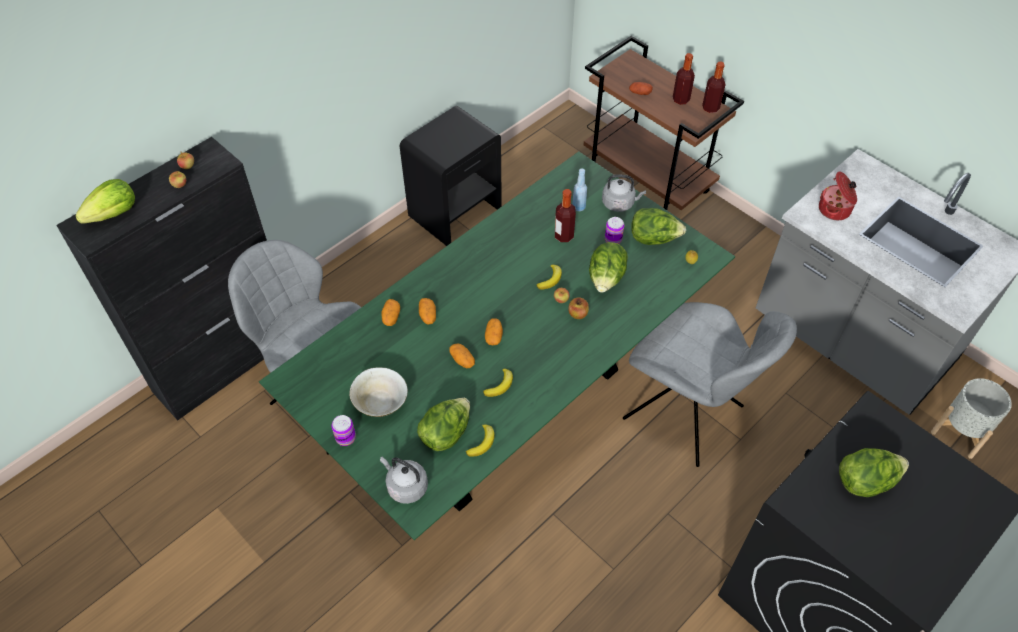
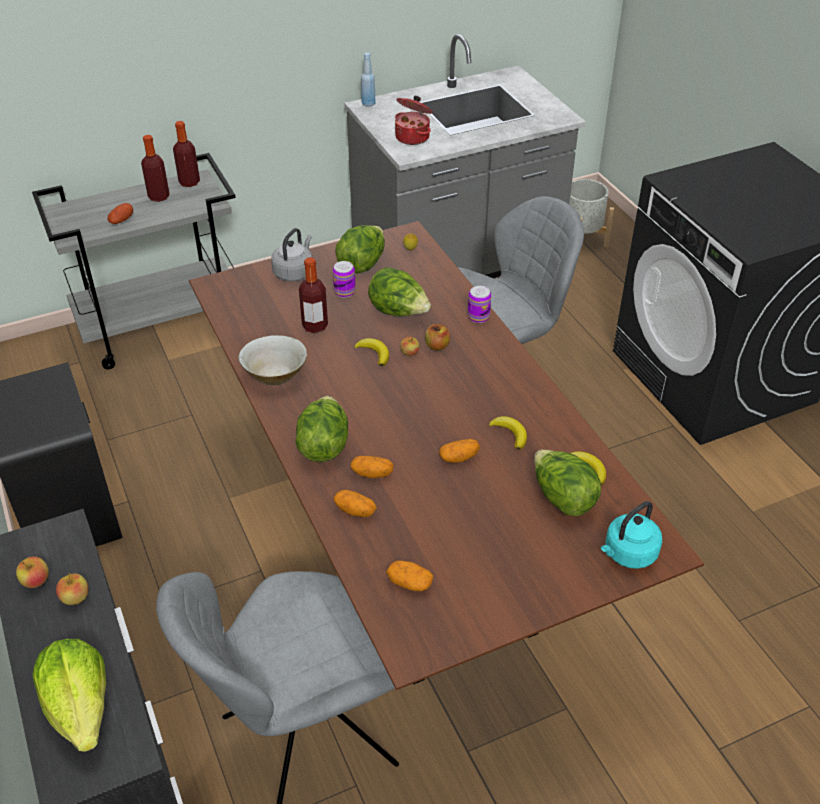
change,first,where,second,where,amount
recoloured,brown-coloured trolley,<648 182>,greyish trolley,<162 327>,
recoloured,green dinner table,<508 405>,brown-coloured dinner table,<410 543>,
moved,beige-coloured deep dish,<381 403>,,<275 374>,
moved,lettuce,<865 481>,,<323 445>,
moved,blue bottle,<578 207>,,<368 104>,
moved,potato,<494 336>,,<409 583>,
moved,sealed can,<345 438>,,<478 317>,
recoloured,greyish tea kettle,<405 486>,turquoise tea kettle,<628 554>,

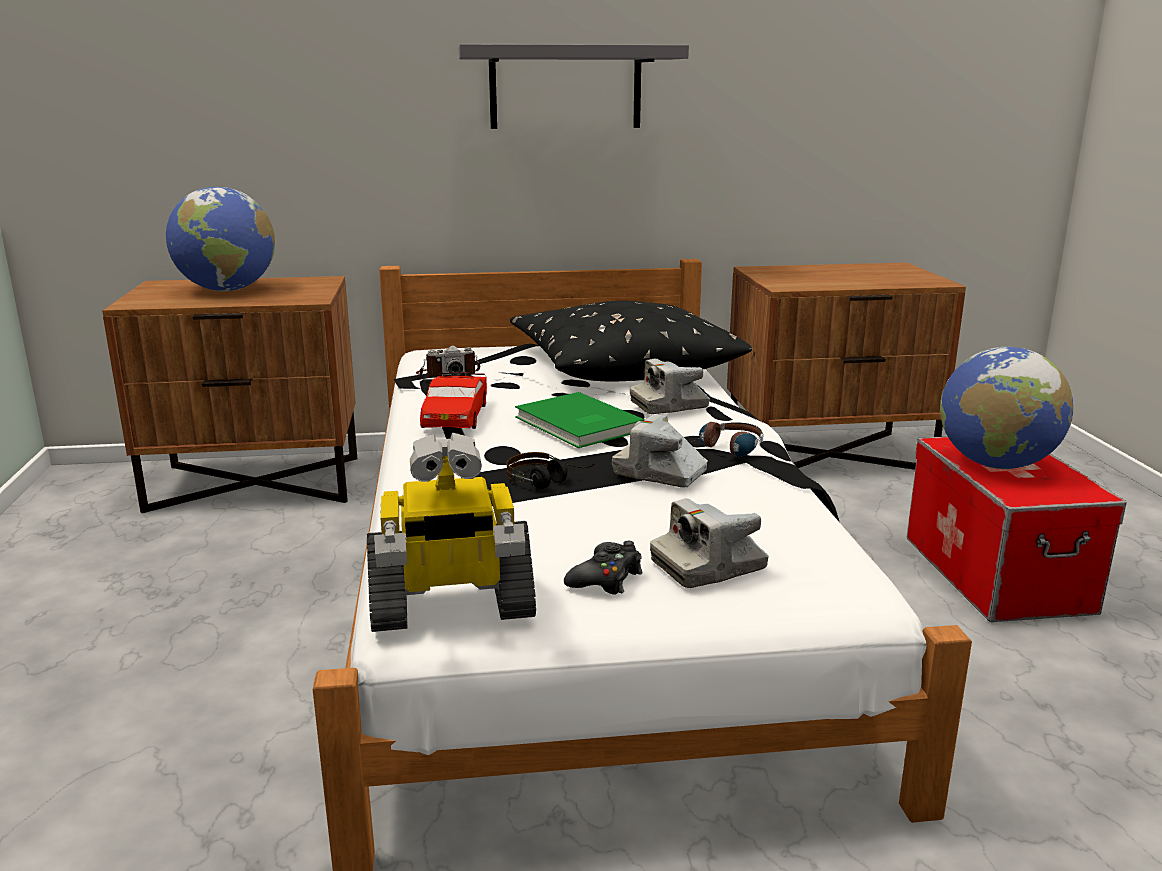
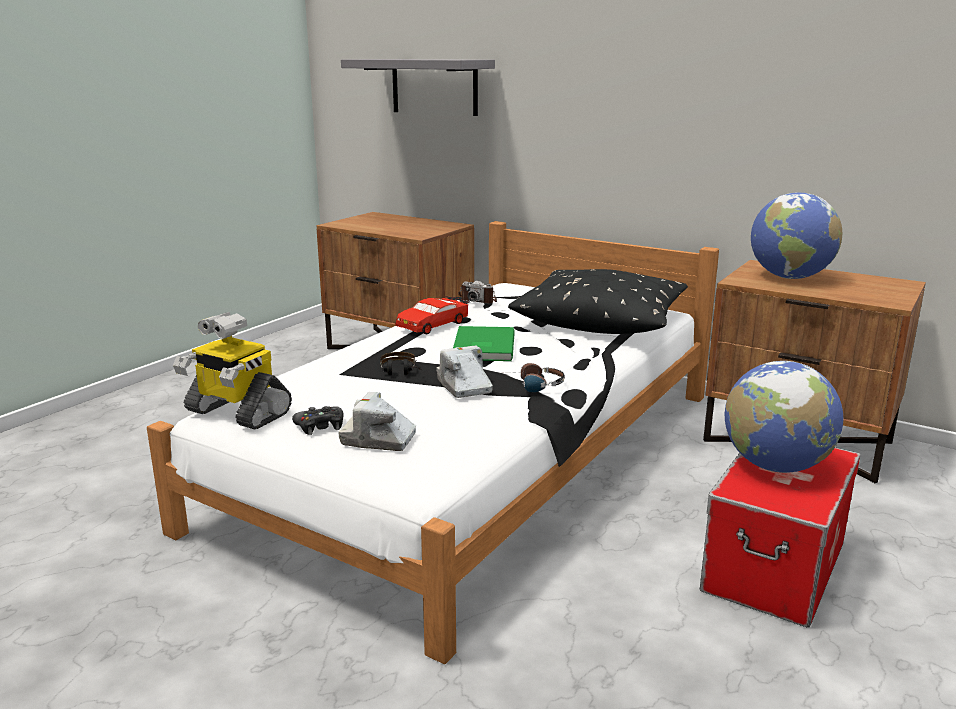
change,first,where,second,where,amount
moved,greyish wall shelf,<565 87>,,<434 86>,
moved,desk globe,<227 290>,,<789 277>,
removed,still camera,<669 405>,,,

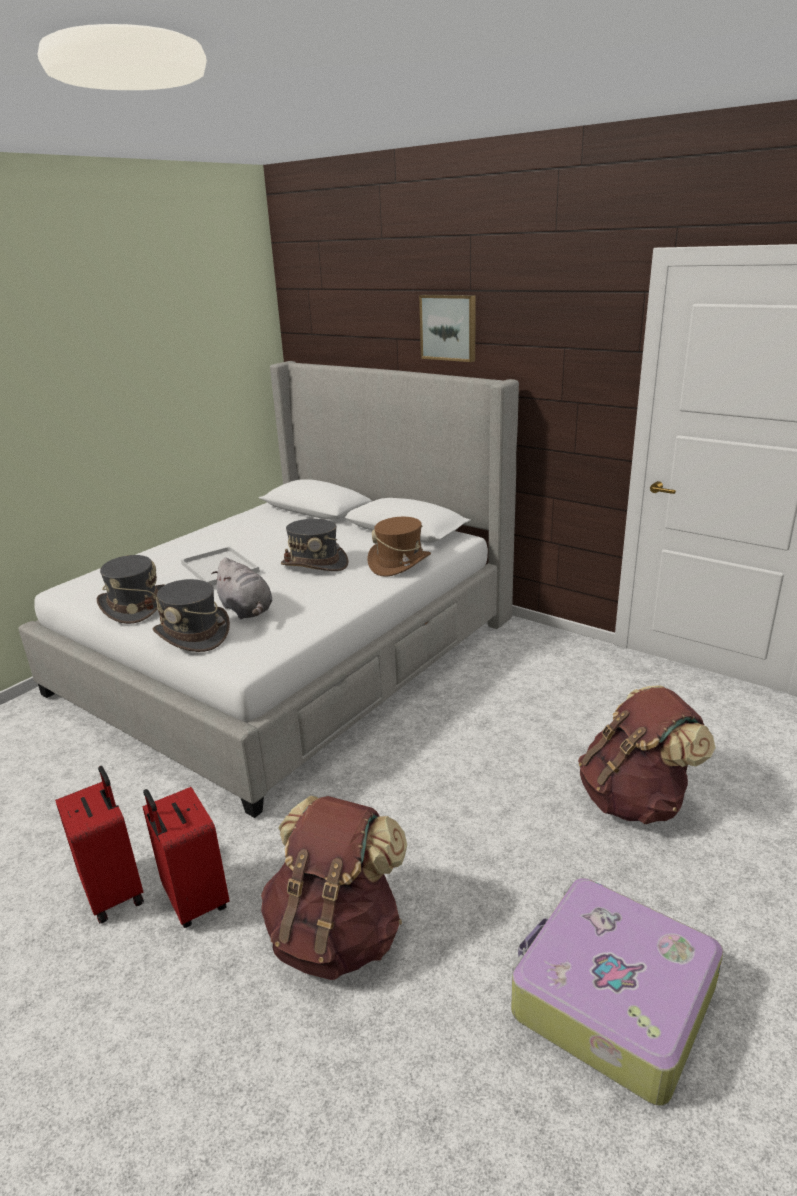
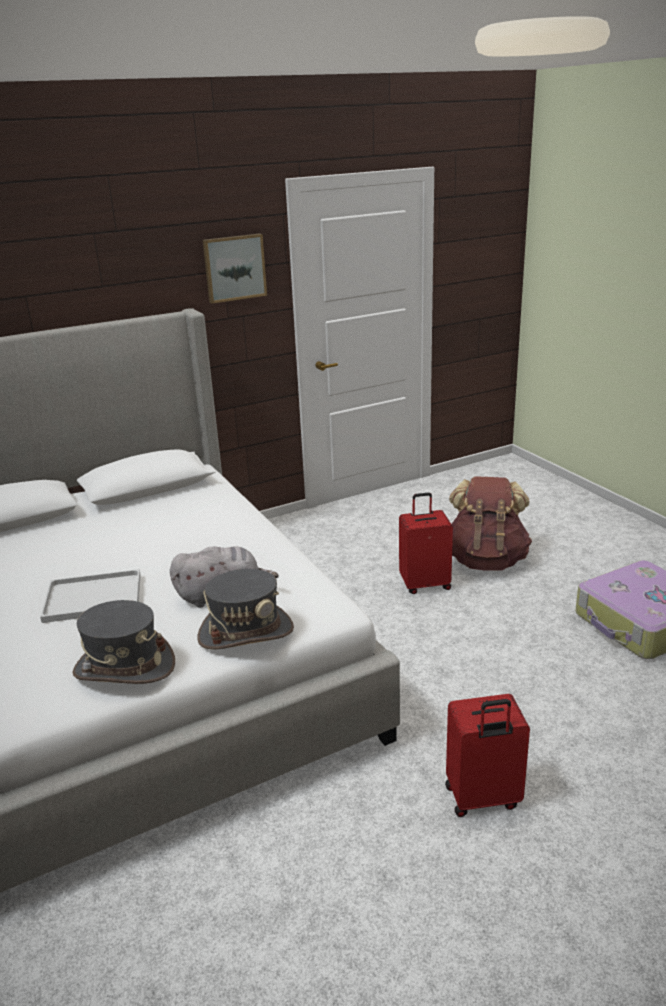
change,first,where,second,where,amount
moved,wall picture,<449 327>,,<234 267>,
moved,red travel case,<115 892>,,<425 584>,
removed,brown-coloured knapsack,<336 935>,,,
removed,greyish hat,<315 564>,,,
removed,brown-coloured hat,<399 563>,,,

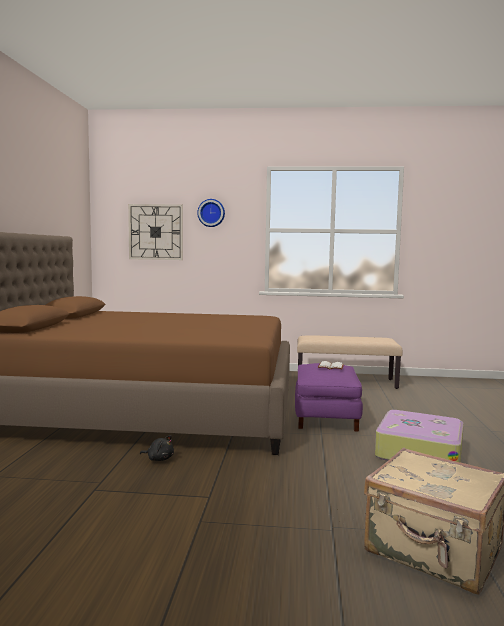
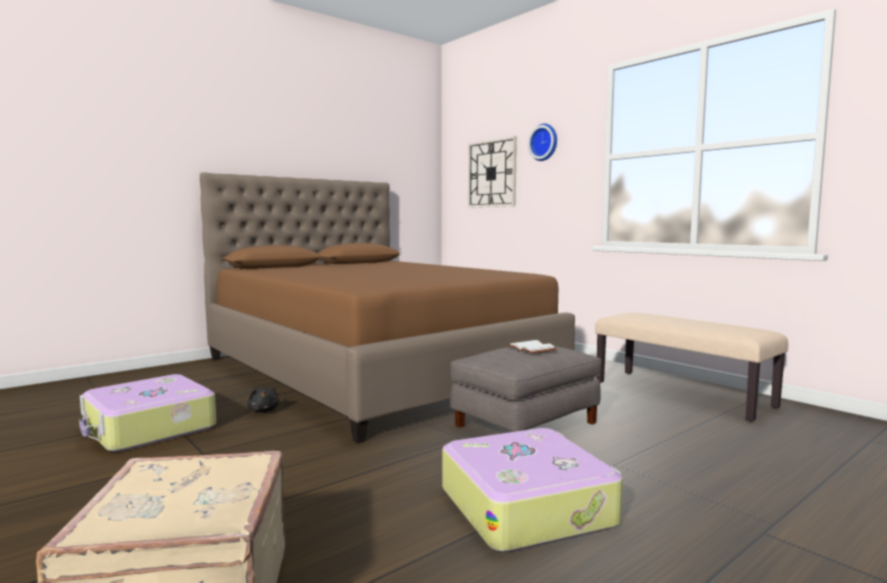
change,first,where,second,where,amount
added,,,travel case,<149 428>,
recoloured,purplish pouffe,<325 416>,greyish pouffe,<525 424>,

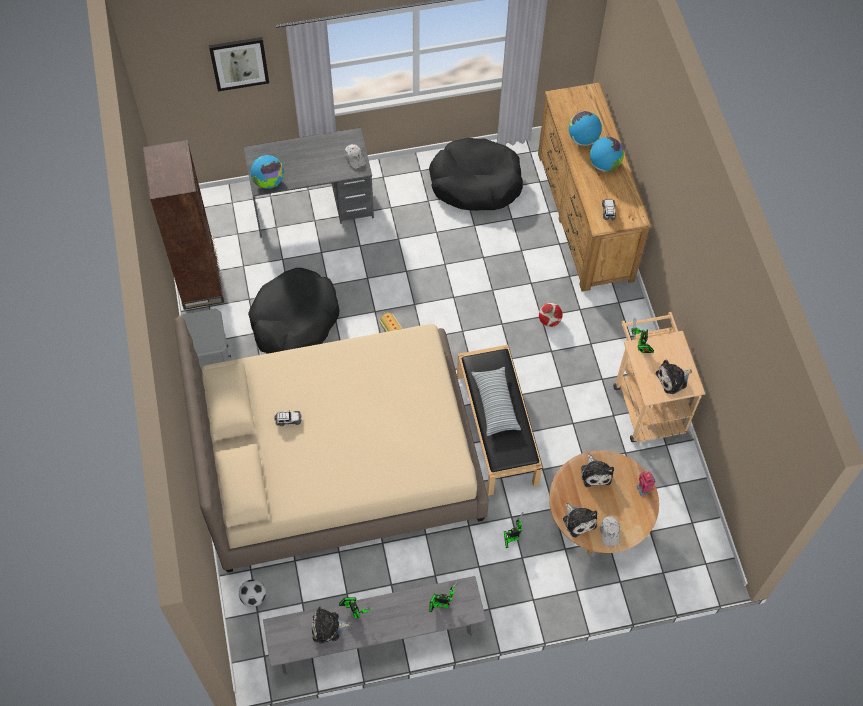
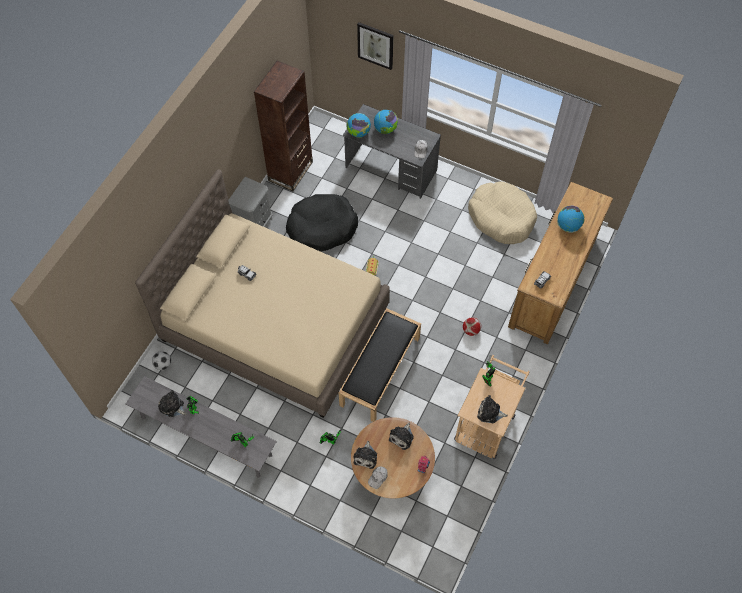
change,first,where,second,where,amount
moved,desk globe,<604 164>,,<385 129>,
recoloured,black-coloured dog cushion,<475 182>,beige-coloured dog cushion,<501 218>,
removed,throw pillow,<495 404>,,,

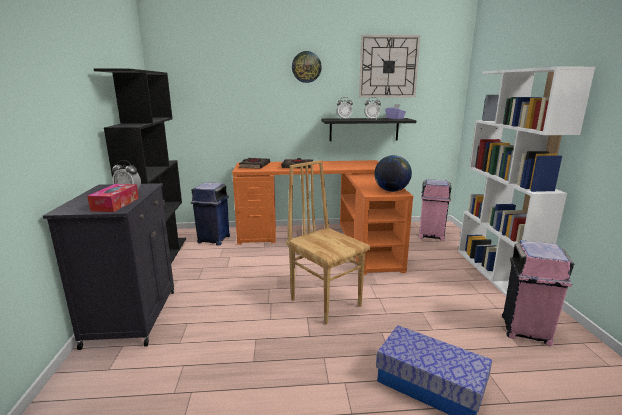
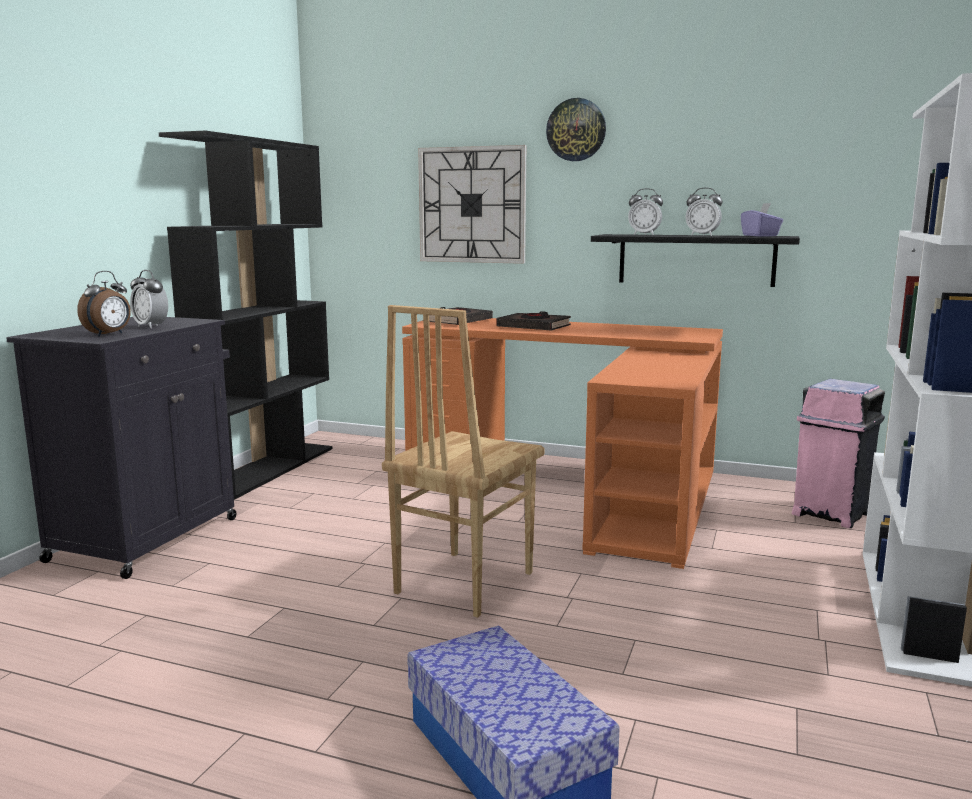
change,first,where,second,where,amount
replaced,box of tissues,<115 204>,table clock,<109 334>,
turned,brown-coloured chair,<326 302>,,<462 582>,135 degrees counterclockwise
moved,hanging clock,<388 67>,,<472 205>,
removed,blue trash can,<213 239>,,,
removed,desk globe,<391 190>,,,
removed,pink-coloured trash can,<525 330>,,,

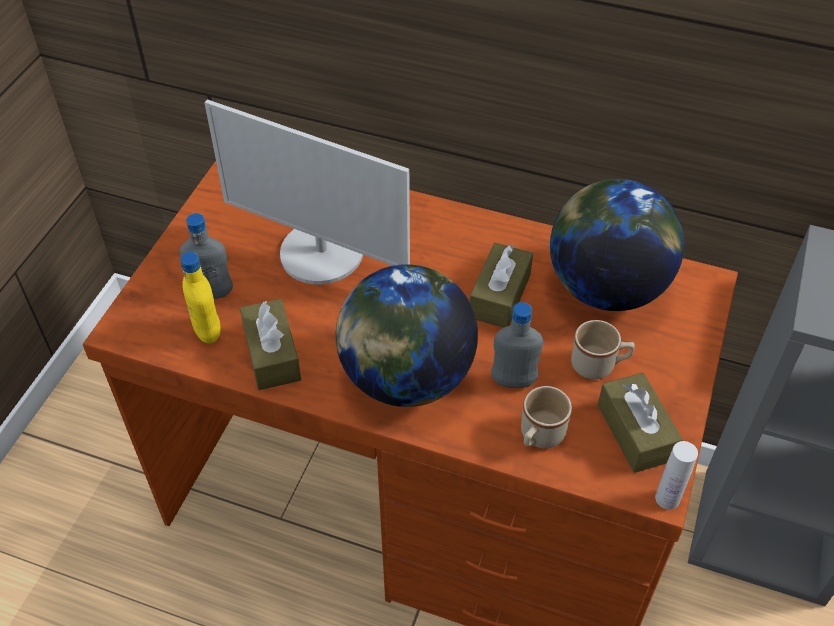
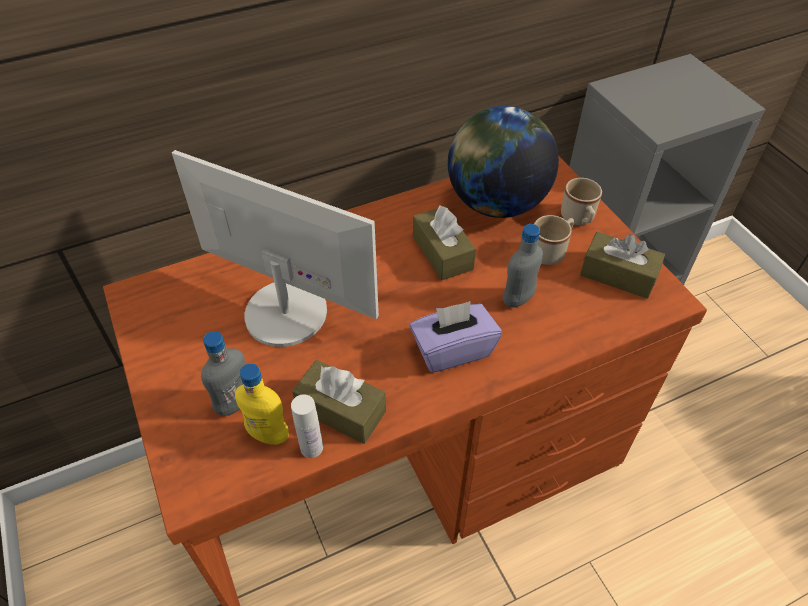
change,first,where,second,where,amount
turned,computer screen,<321 254>,,<286 312>,135 degrees counterclockwise
moved,white-coloured bottle,<667 498>,,<311 447>,
replaced,desk globe,<406 377>,purplish box of tissues,<452 350>,
moved,beige-coloured coffee mug,<539 437>,,<578 219>,

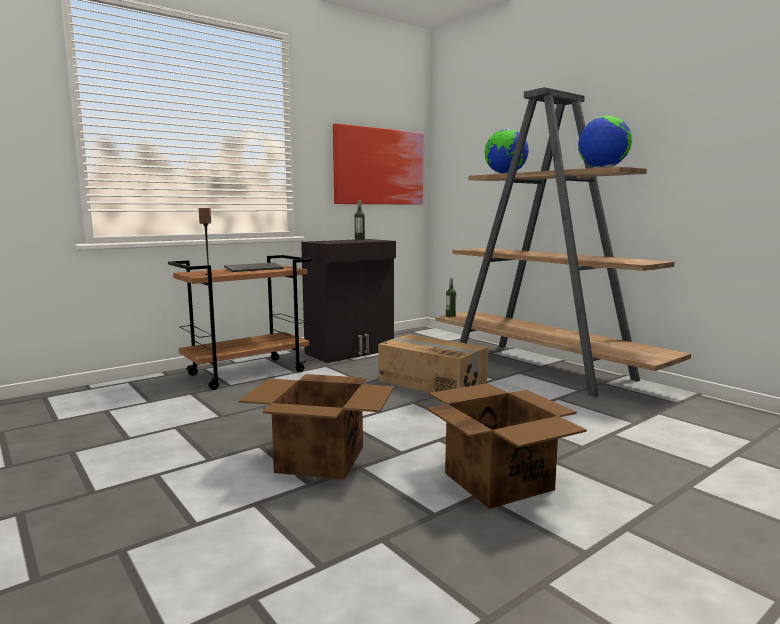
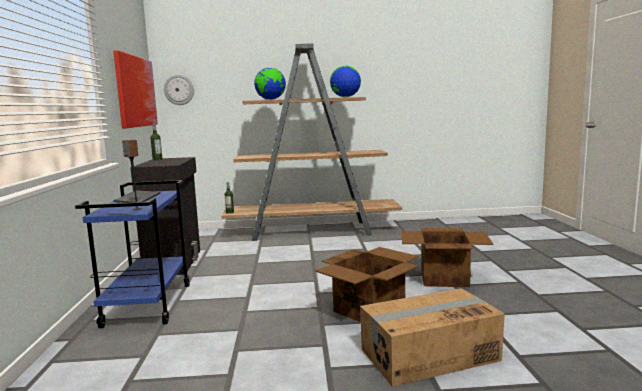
change,first,where,second,where,amount
recoloured,brown-coloured trolley,<247 373>,blue trolley,<148 304>,
added,,,hanging clock,<179 90>,
moved,carton,<432 382>,,<428 354>,

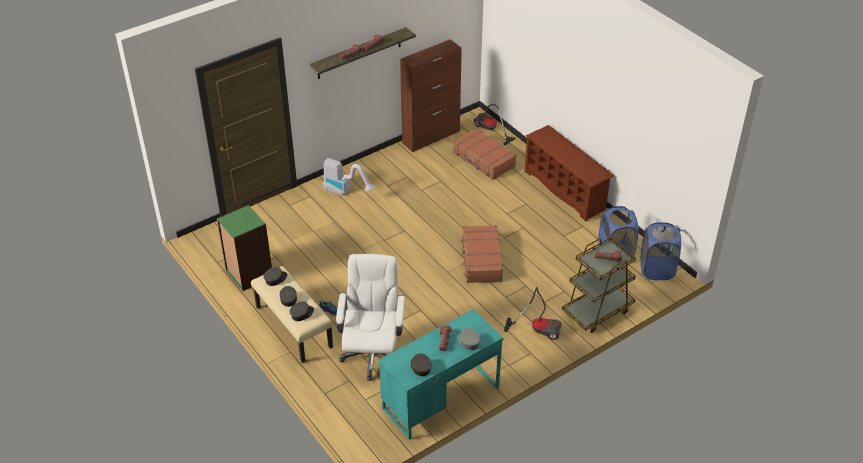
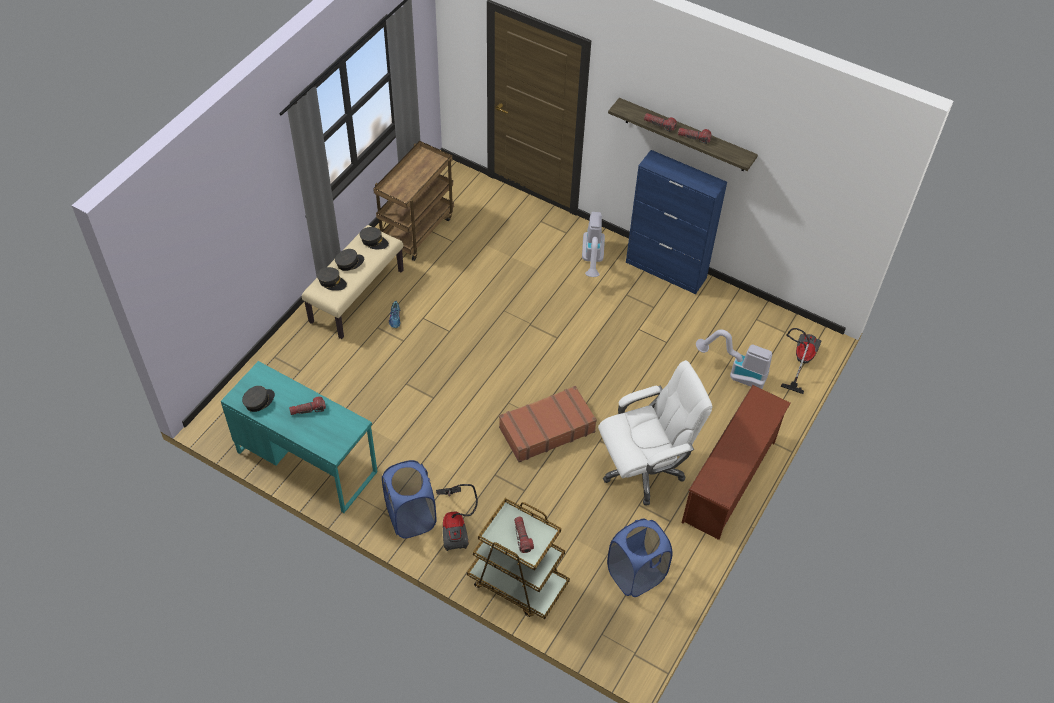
change,first,where,second,where,amount
replaced,green shelving unit,<248 274>,brown-coloured trolley,<417 230>,
moved,blue hamper,<656 270>,,<411 517>,
moved,white-coloured computer chair,<372 354>,,<644 469>,
added,,,blue storage cabinet,<666 270>,
replaced,brown-coloured travel case,<483 160>,vacuum cleaner,<735 373>,
removed,brown-coloured storage cabinet,<431 136>,,,
removed,greyish cap,<468 341>,,,

